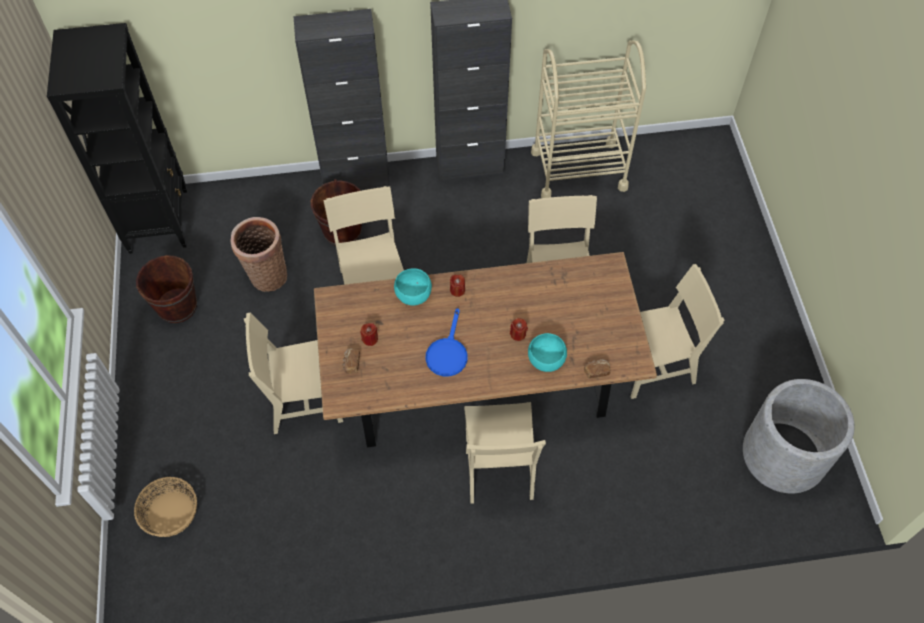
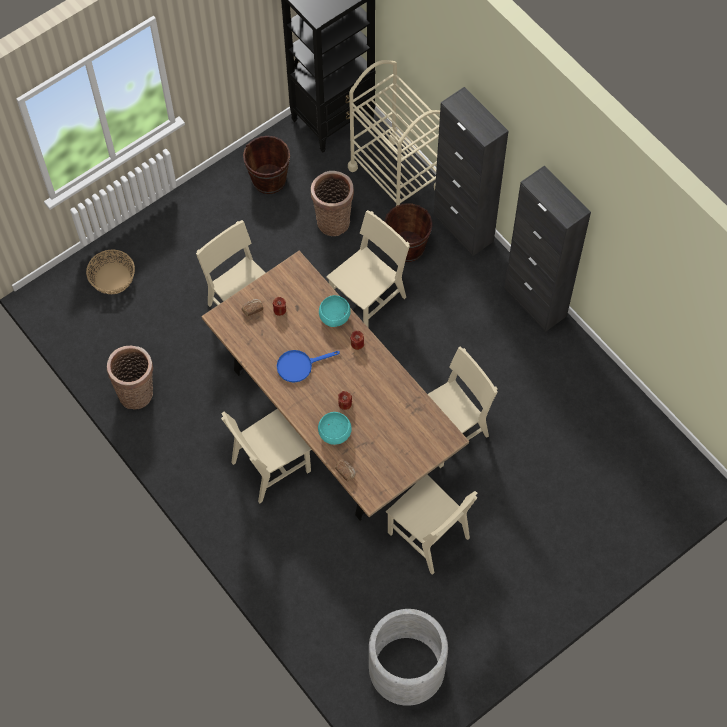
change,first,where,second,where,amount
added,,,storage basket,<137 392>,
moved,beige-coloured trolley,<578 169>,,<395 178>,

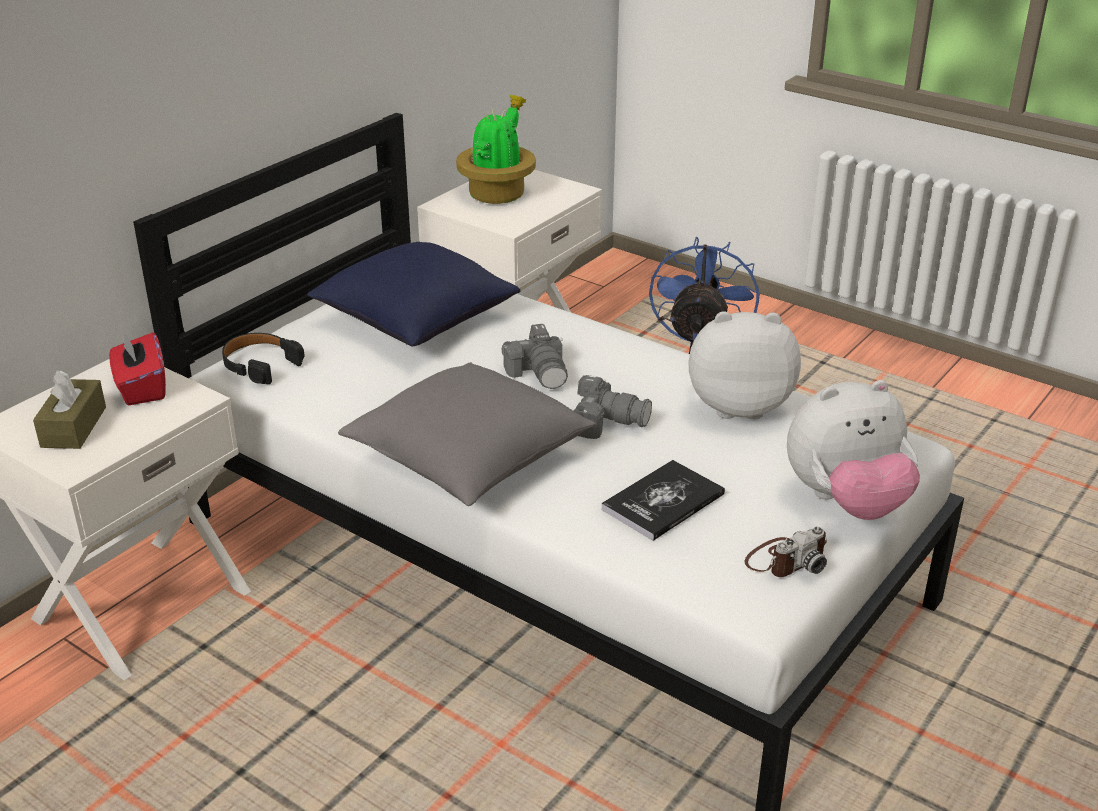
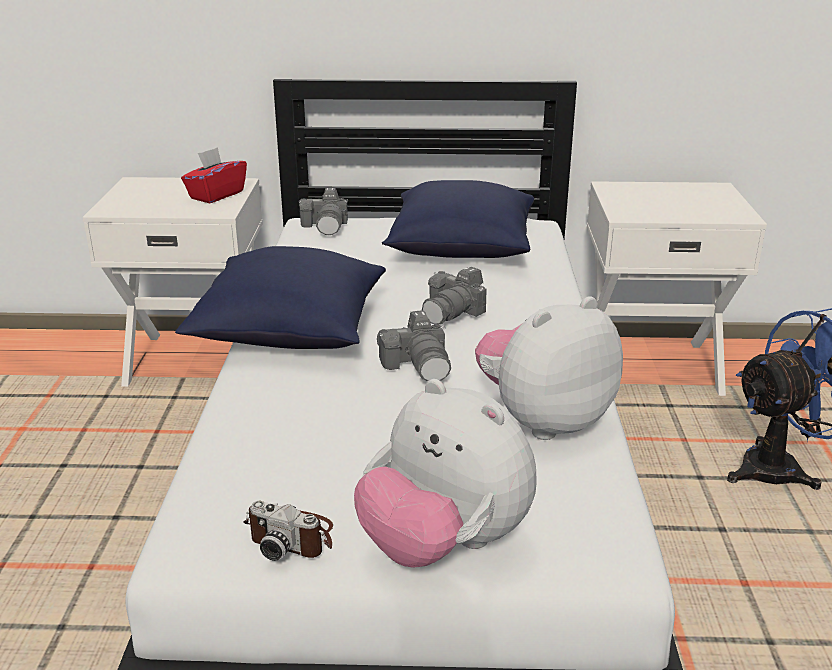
change,first,where,second,where,amount
recoloured,greyish throw pillow,<469 462>,blue throw pillow,<289 332>,
replaced,black-coloured headphones,<260 365>,still camera,<326 226>,
turned,soft toy,<738 405>,,<543 420>,90 degrees counterclockwise
removed,brown-coloured box of tissues,<74 427>,,,
removed,potted plant,<498 193>,,,
removed,book,<663 502>,,,

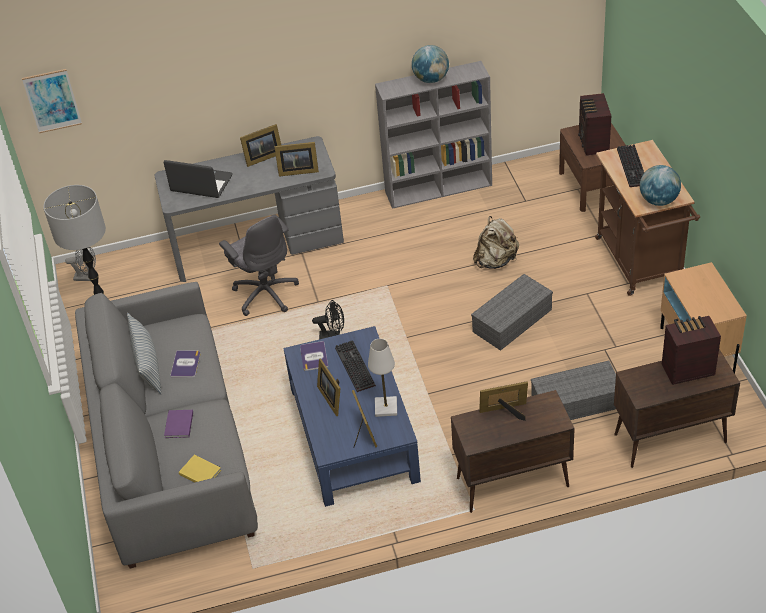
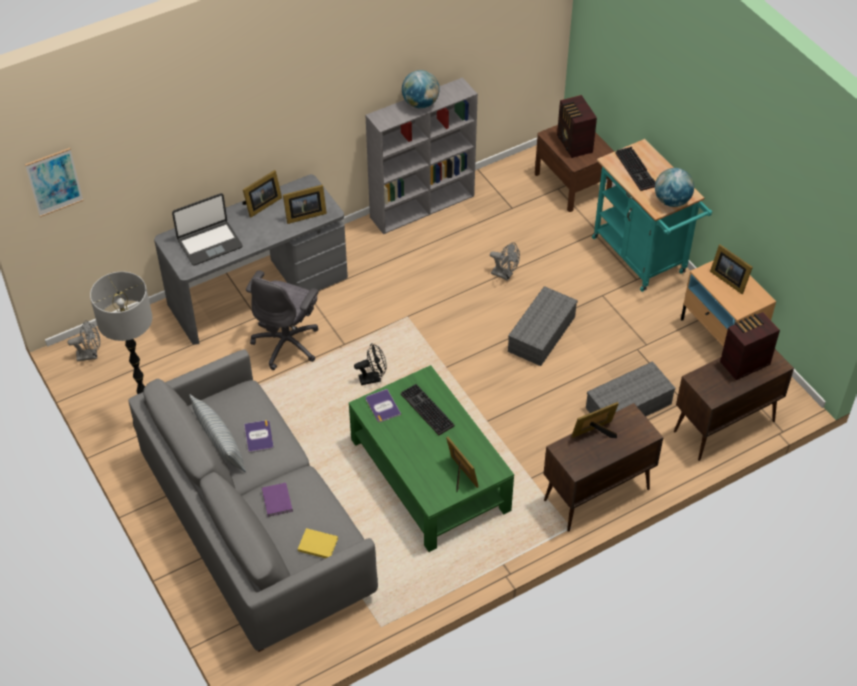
change,first,where,second,where,amount
turned,laptop,<201 184>,,<209 243>,150 degrees clockwise
turned,greyish computer chair,<265 293>,,<287 343>,75 degrees clockwise
recoloured,blue low table,<353 433>,green low table,<429 474>,
replaced,beige-coloured knapsack,<496 261>,greyish fan,<505 275>,
recoloured,brown-coloured trolley,<640 265>,turquoise trolley,<642 259>,
moved,photo frame,<332 397>,,<728 279>,
removed,white-coloured table lamp,<386 407>,,,

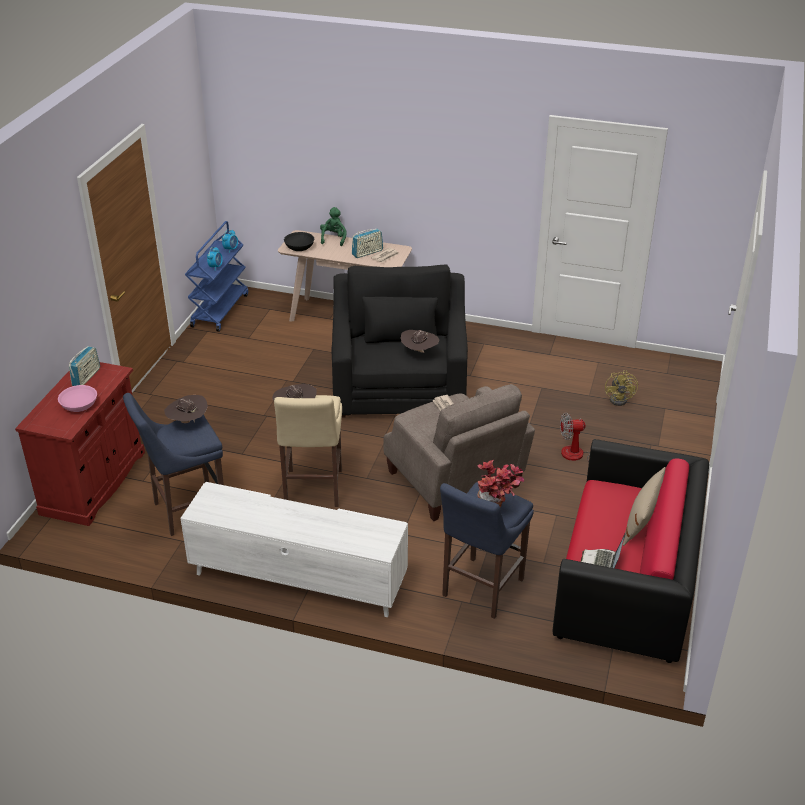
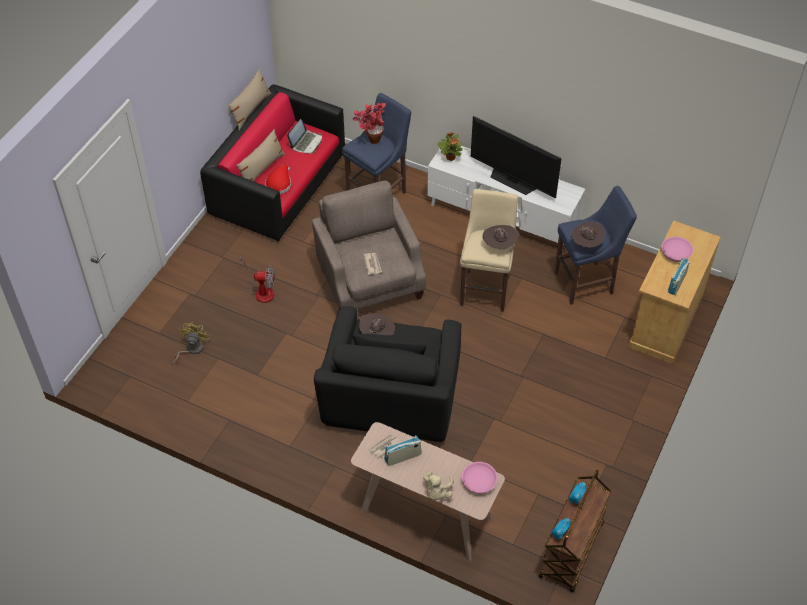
change,first,where,second,where,amount
added,,,beige-coloured throw pillow,<251 110>,
added,,,red hat,<279 183>,
recoloured,green soft toy,<333 239>,beige-coloured soft toy,<437 492>,
added,,,potted plant,<450 157>,
recoloured,black-coloured deep dish,<299 246>,pink-coloured deep dish,<479 482>,
added,,,television,<513 180>,
recoloured,blue trolley,<219 310>,brown-coloured trolley,<571 551>,
recoloured,red storage cabinet,<94 483>,beige-coloured storage cabinet,<665 320>,

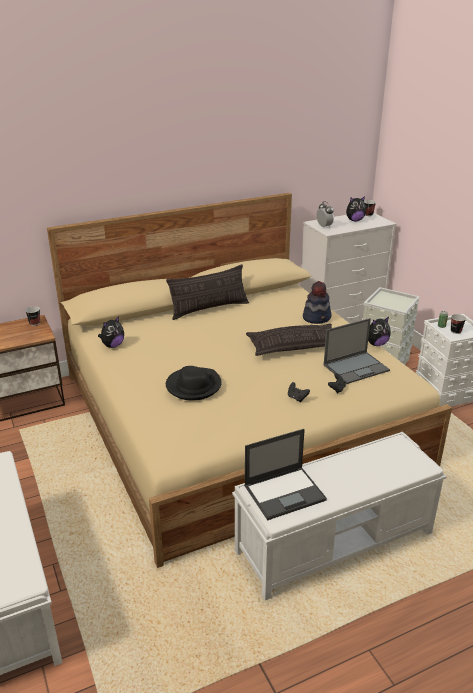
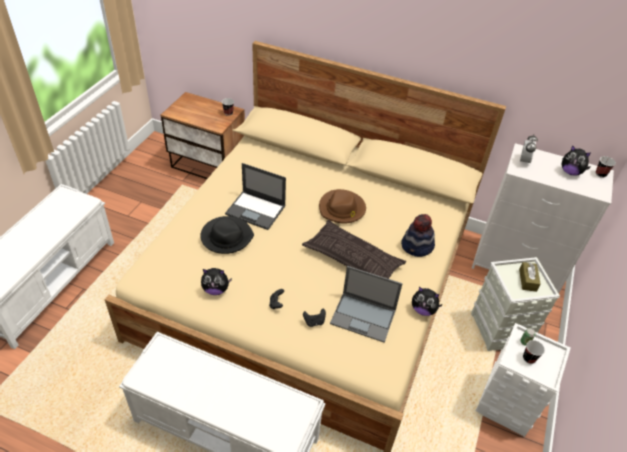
change,first,where,second,where,amount
moved,soft toy,<112 345>,,<216 289>,
moved,laptop,<285 492>,,<256 210>,
added,,,brown-coloured hat,<342 209>,
added,,,brown-coloured box of tissues,<527 280>,
removed,throw pillow,<209 309>,,,

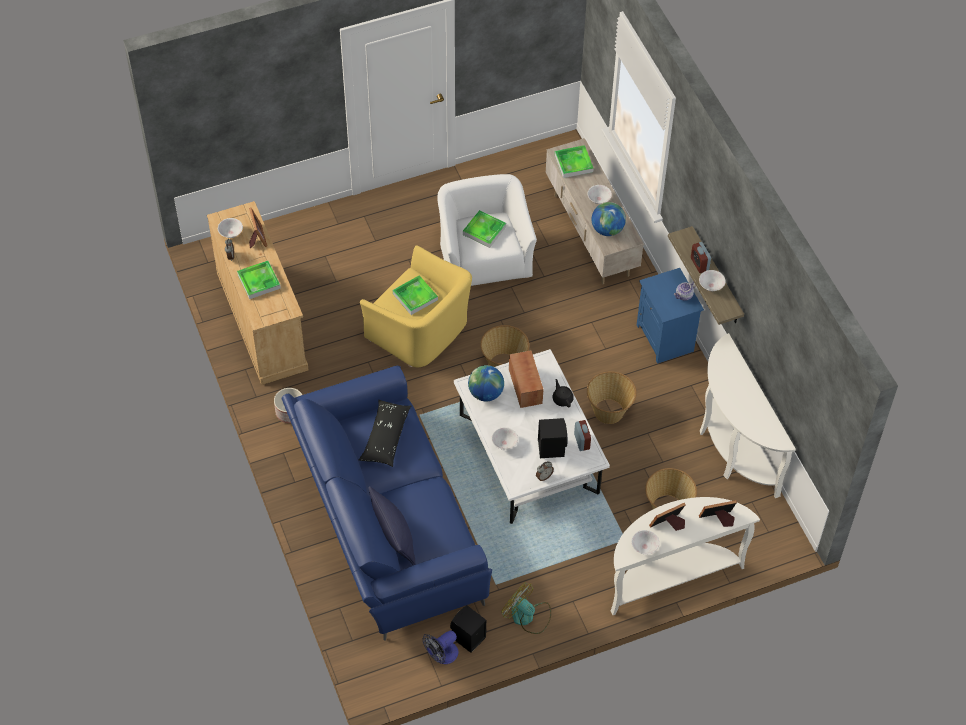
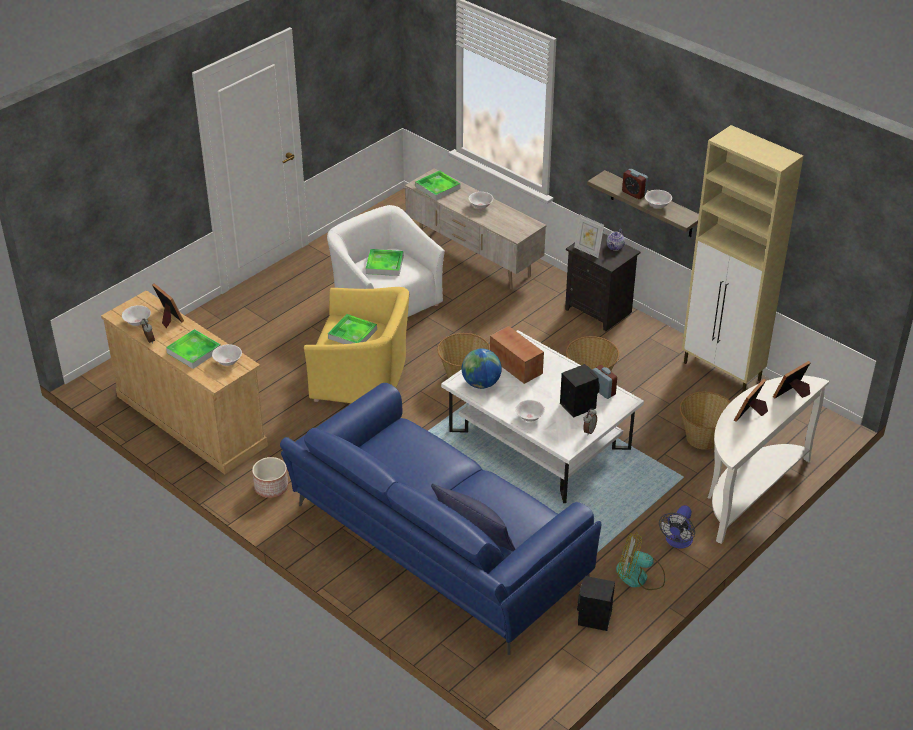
change,first,where,second,where,amount
moved,white-coloured deep dish,<644 547>,,<227 362>,
recoloured,blue nightstand,<666 338>,black-coloured nightstand,<599 311>,
added,,,photo frame,<587 251>,
moved,fan,<441 655>,,<677 542>,
replaced,white-coloured narrow table,<732 447>,beige-coloured storage cabinet,<722 372>,
removed,black-coloured throw pillow,<385 437>,,,
removed,black-coloured teapot,<562 399>,,,
removed,desk globe,<607 229>,,,

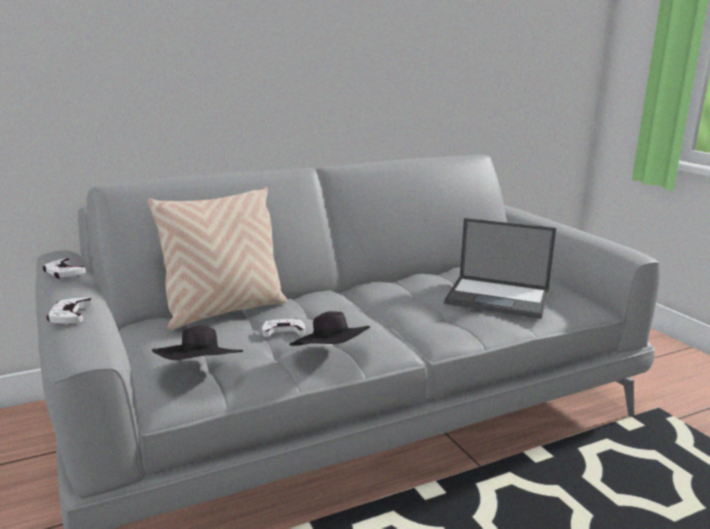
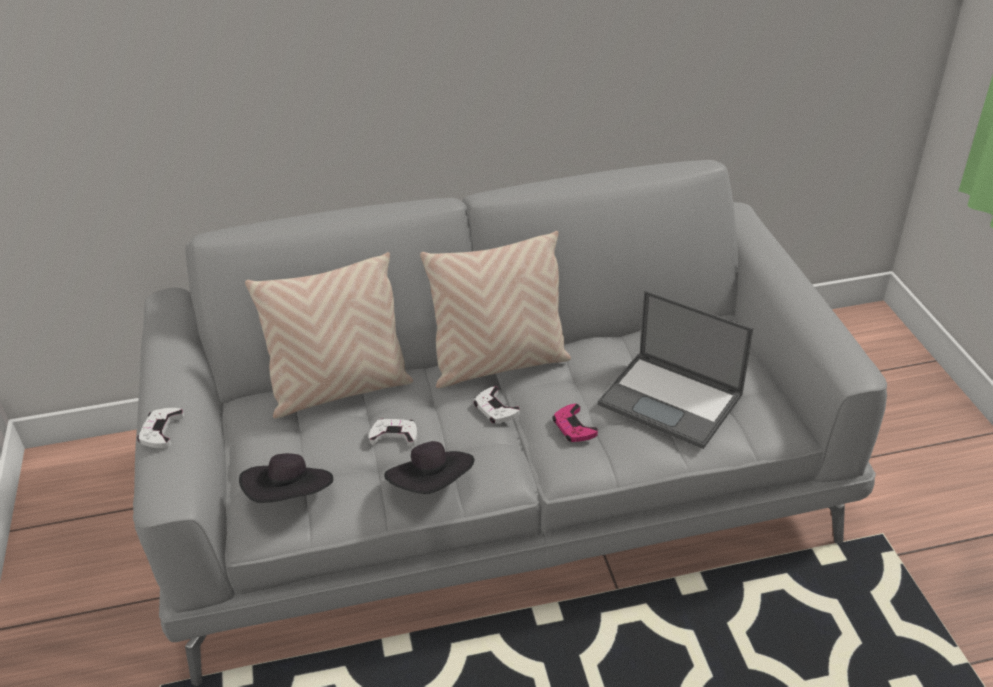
change,first,where,second,where,amount
added,,,beige-coloured throw pillow,<499 364>,
moved,white-coloured gamepad,<63 272>,,<495 409>,
added,,,pink-coloured gamepad,<573 427>,

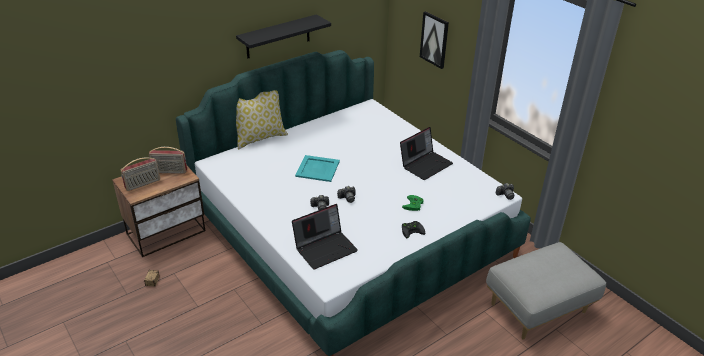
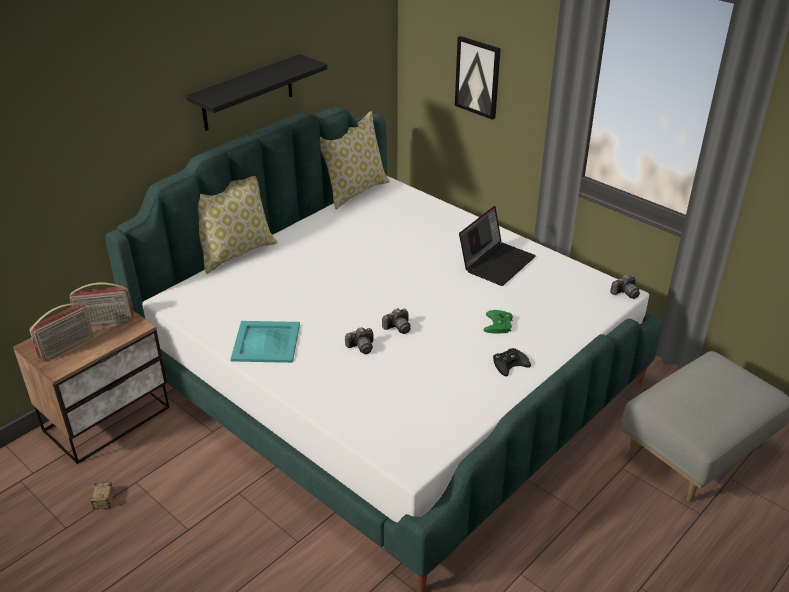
change,first,where,second,where,amount
moved,turquoise carrying tray,<317 168>,,<265 342>,
added,,,throw pillow,<355 191>,
removed,laptop,<325 248>,,,

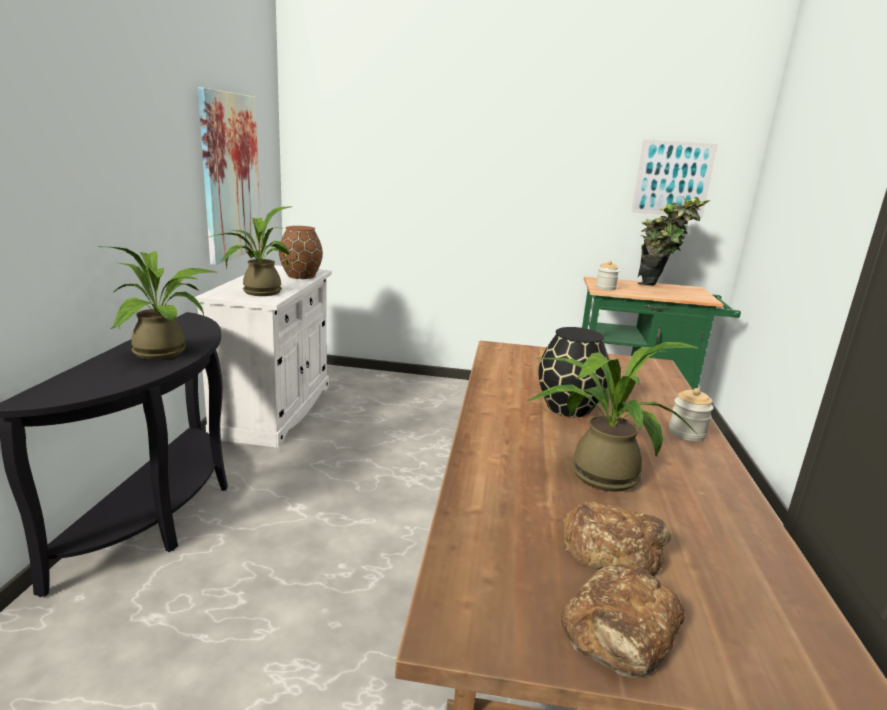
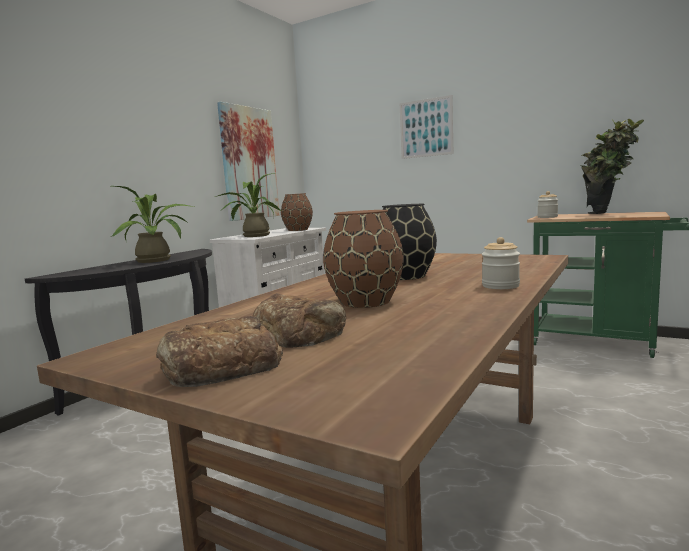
change,first,where,second,where,amount
replaced,potted plant,<597 471>,brown-coloured vase,<366 301>,
moved,wall picture,<673 178>,,<426 128>,

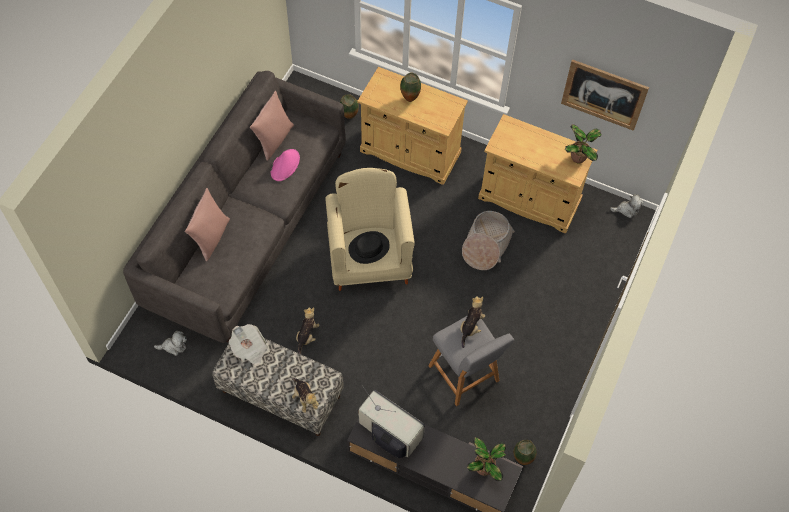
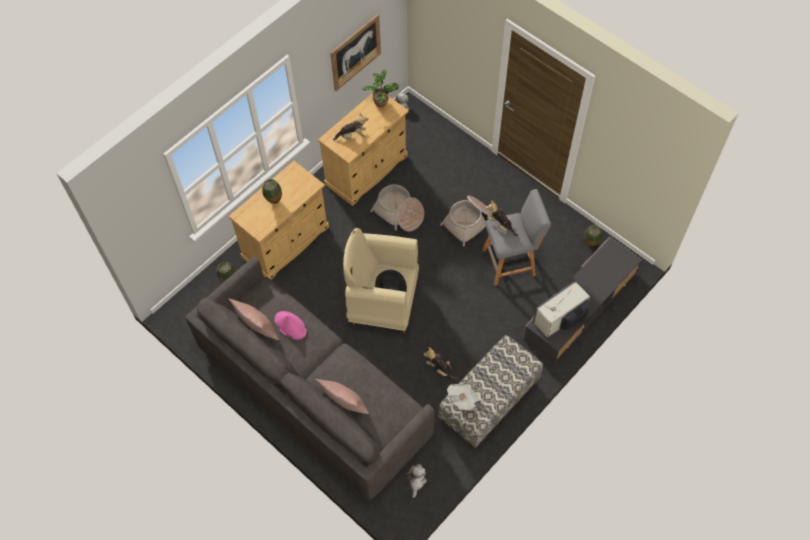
change,first,where,second,where,amount
moved,soft toy,<305 398>,,<352 136>,
added,,,storage basket,<469 222>,
removed,potted plant,<485 468>,,,

